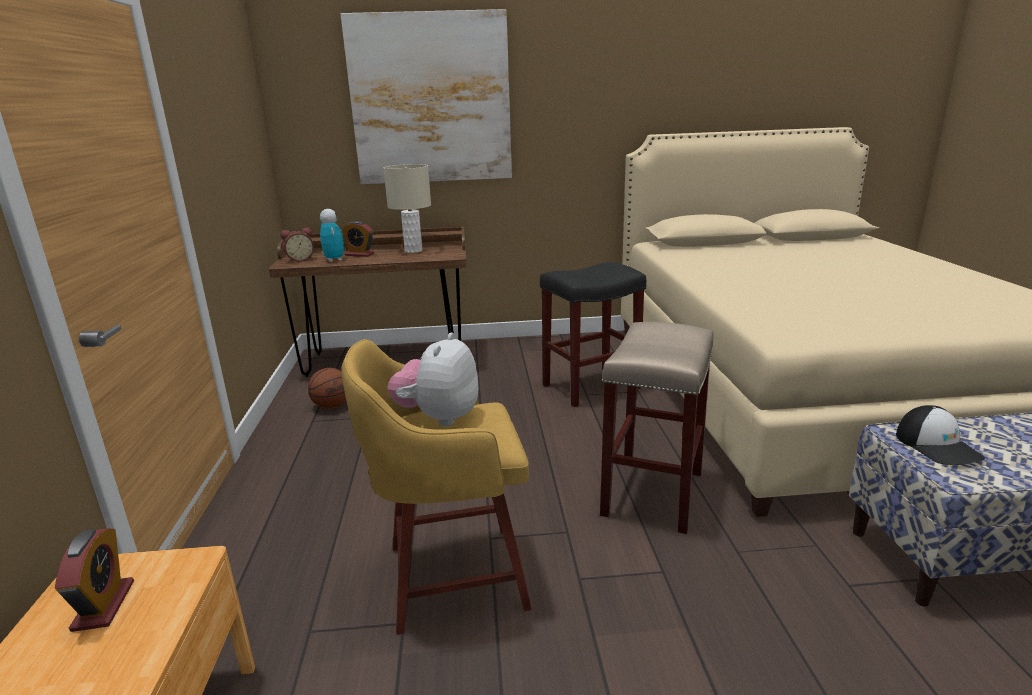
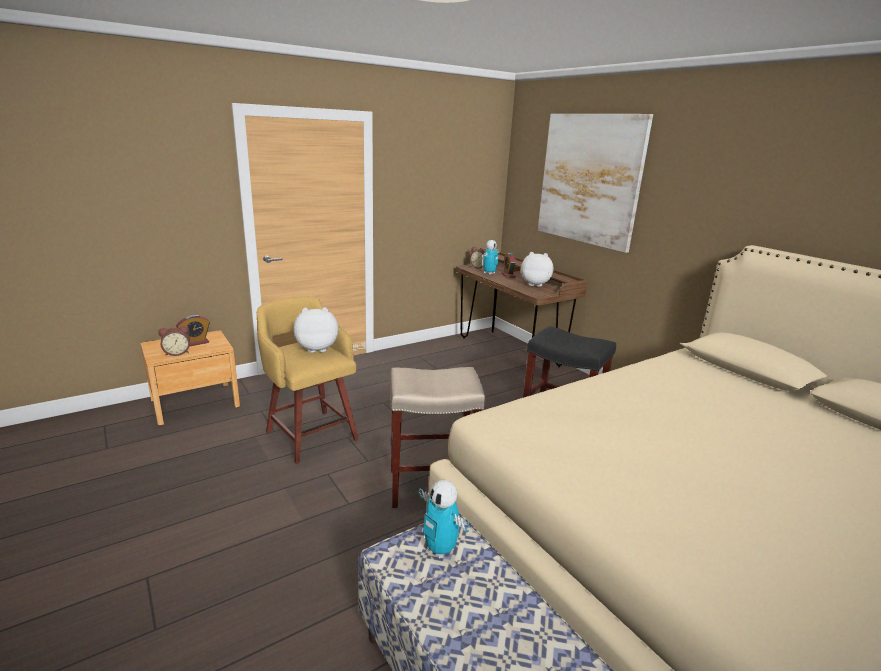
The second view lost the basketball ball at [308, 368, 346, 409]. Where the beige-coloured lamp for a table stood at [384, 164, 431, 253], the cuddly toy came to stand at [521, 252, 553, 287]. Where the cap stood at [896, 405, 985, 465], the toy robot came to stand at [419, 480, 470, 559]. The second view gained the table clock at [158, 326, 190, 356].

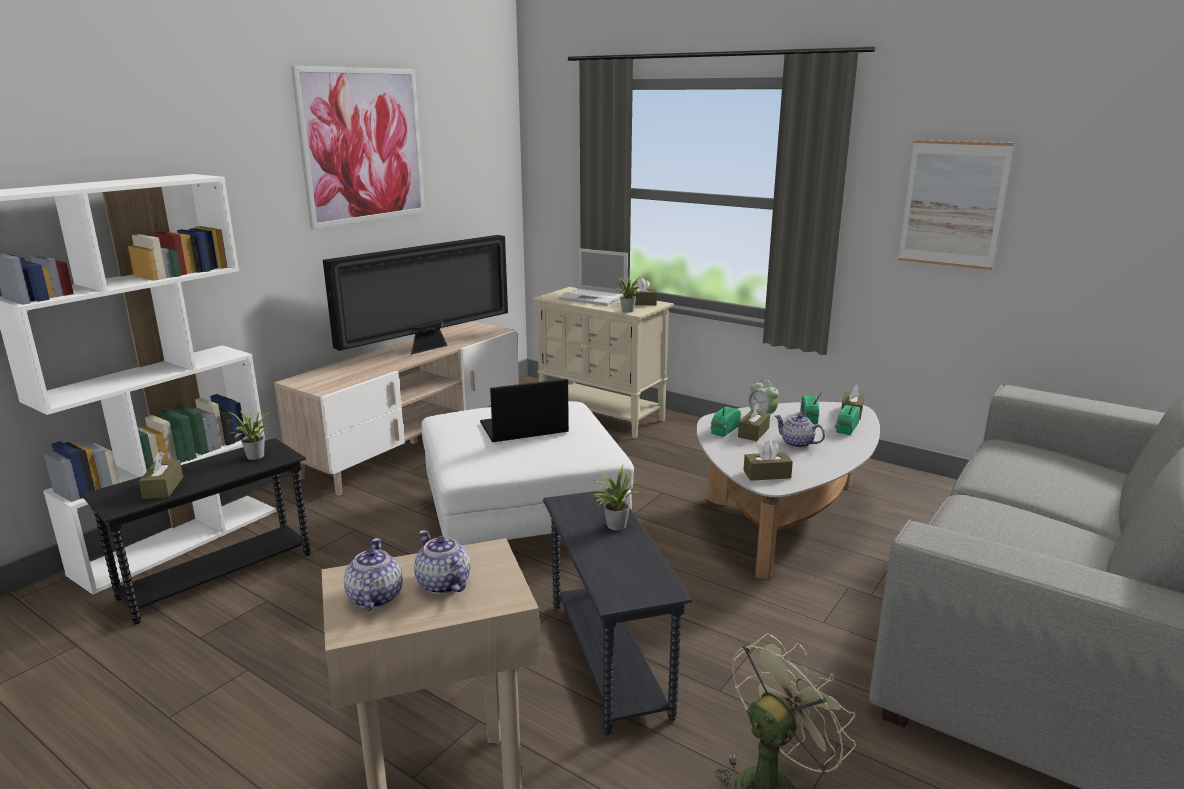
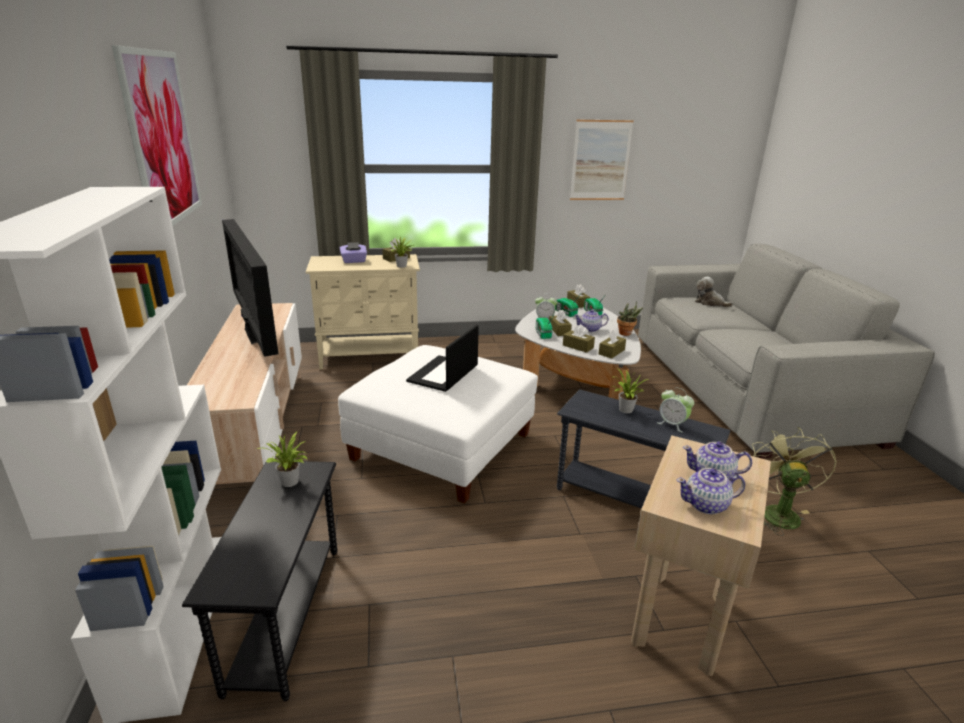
The brown tissue holder ended up elsewhere, having gone from [139, 452, 183, 499] to [563, 324, 595, 353]. The TV set at [323, 235, 508, 355] ended up facing another way, 150 degrees clockwise from before. The teapot at [344, 538, 403, 611] ended up facing another way, 45 degrees counterclockwise from before. Where the portable computer stood at [559, 248, 628, 306], the purple-coloured tissue holder came to stand at [340, 242, 367, 263]. The second view gained the plant in a pot at [617, 301, 643, 336]. The second view gained the table clock at [657, 388, 694, 433]. The second view gained the cuddly toy at [695, 276, 734, 307].

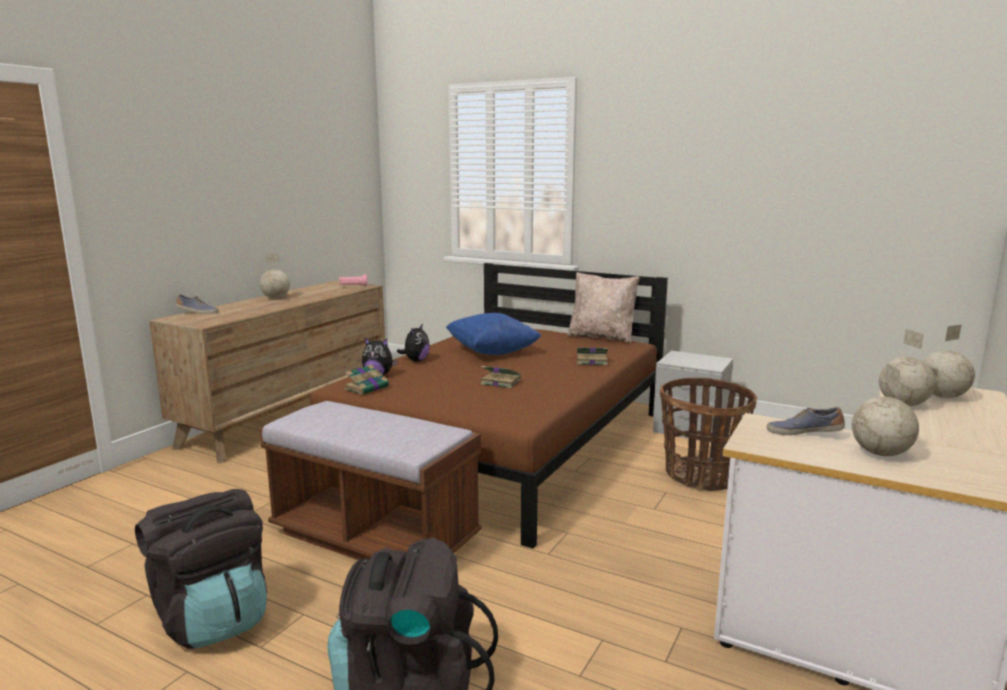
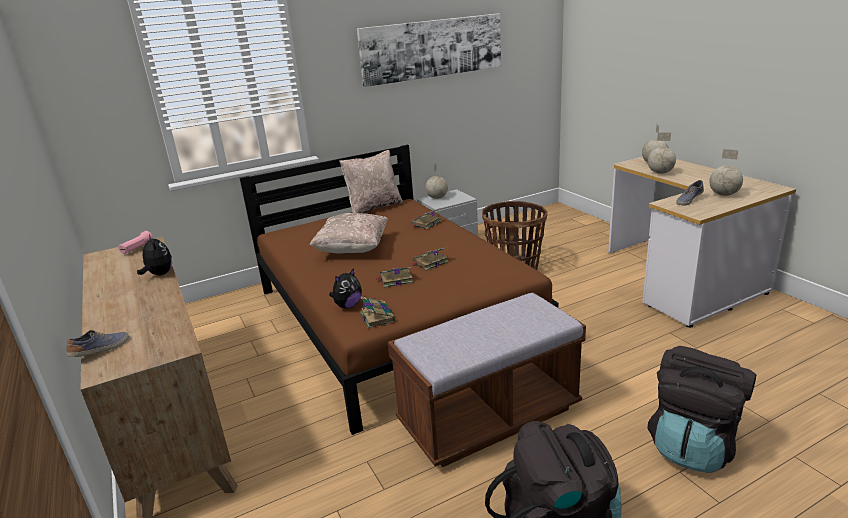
The globe ended up elsewhere, having gone from [259, 253, 290, 299] to [425, 164, 448, 199]. The cuddly toy ended up elsewhere, having gone from [397, 323, 430, 362] to [137, 234, 172, 275]. What was the blue-coloured throw pillow at [446, 313, 541, 355] turned into the beige-coloured throw pillow at [310, 213, 388, 253]. The second view gained the picture at [357, 13, 501, 87]. The second view gained the volume at [375, 267, 413, 288].

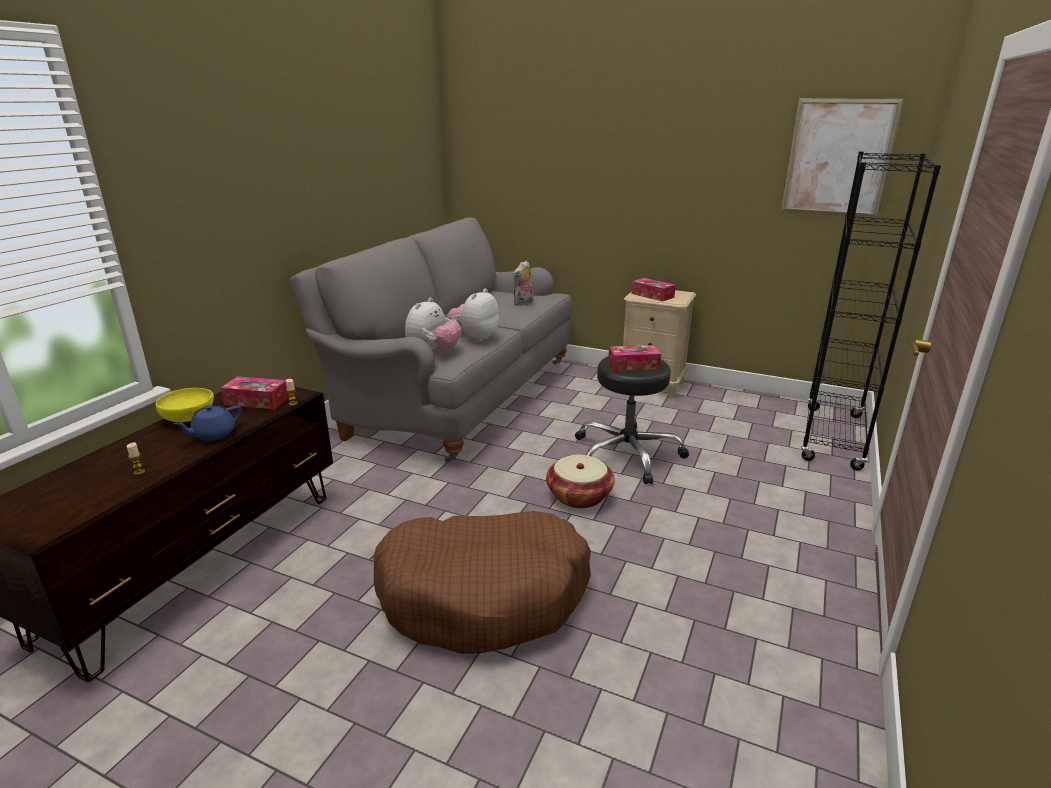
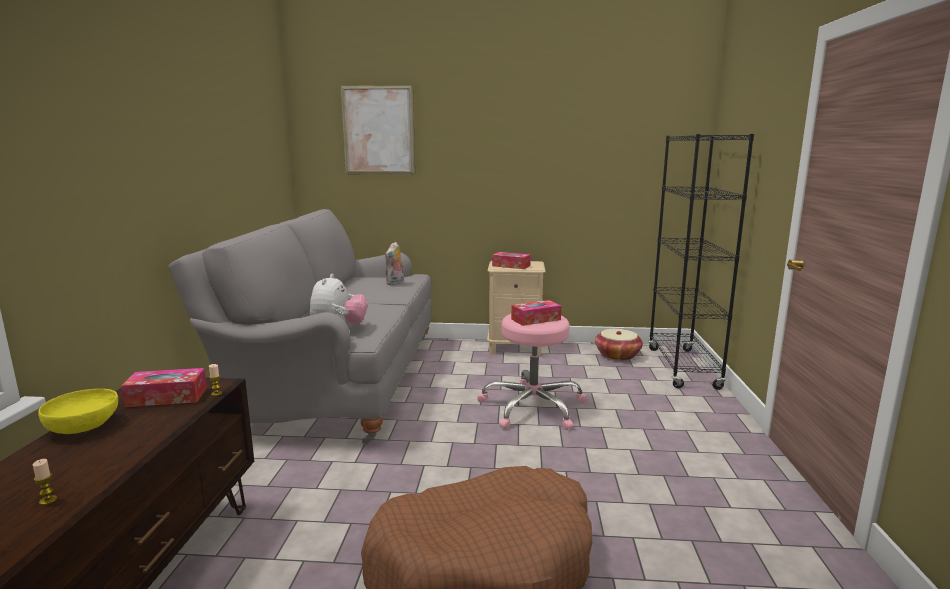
The second view lost the blue-coloured teapot at [173, 405, 242, 441]. The second view lost the cuddly toy at [447, 289, 500, 342]. The household basket ended up elsewhere, having gone from [546, 455, 615, 508] to [595, 329, 643, 361]. What was the black sitting stool at [575, 356, 689, 484] turned into the pinkish sitting stool at [477, 314, 587, 430]. The picture ended up elsewhere, having gone from [781, 98, 905, 218] to [340, 85, 415, 174].

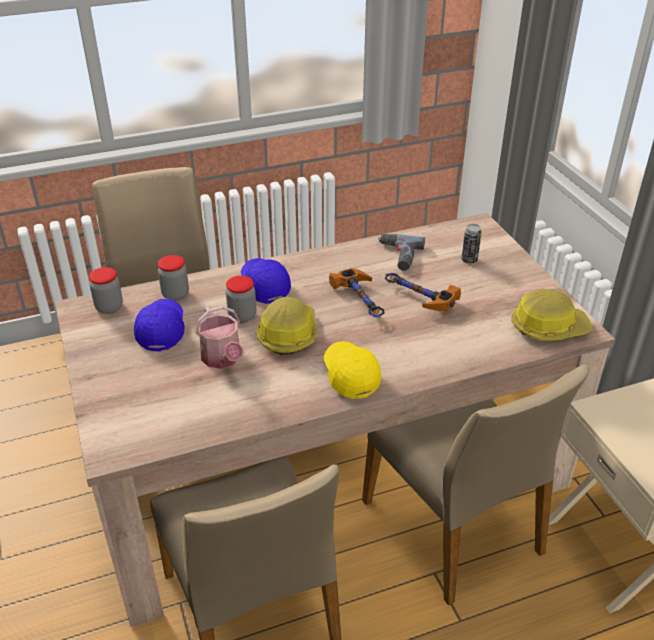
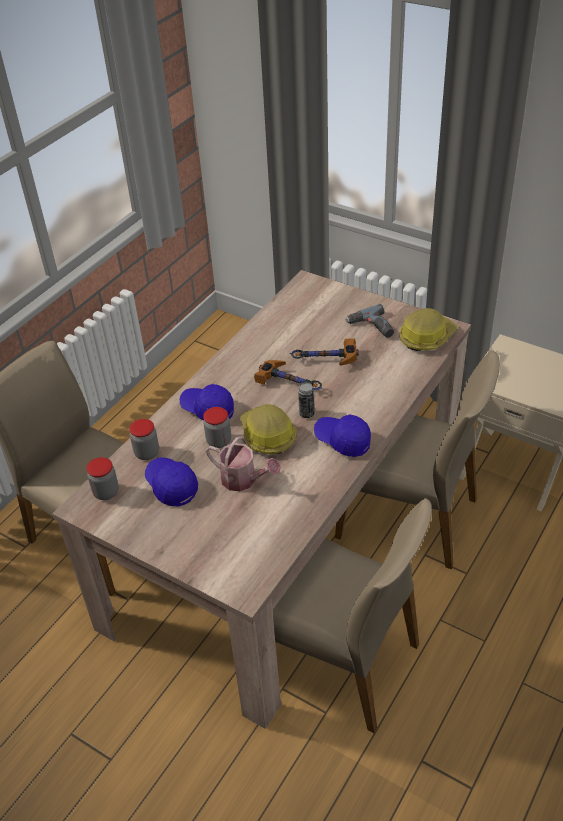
What was the yellow-coloured cap at [324, 341, 381, 399] turned into the blue-coloured cap at [314, 415, 371, 457]. The power drill ended up elsewhere, having gone from [378, 234, 425, 271] to [346, 304, 394, 338]. The sealed can ended up elsewhere, having gone from [461, 224, 482, 263] to [298, 382, 315, 418].

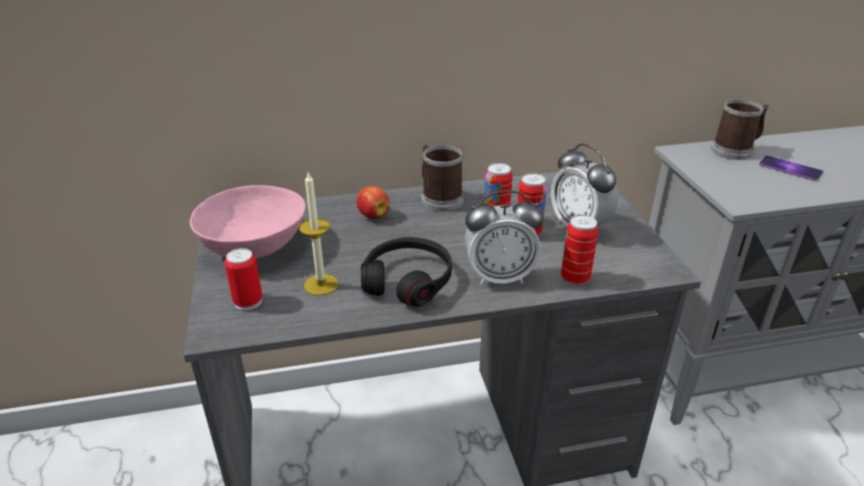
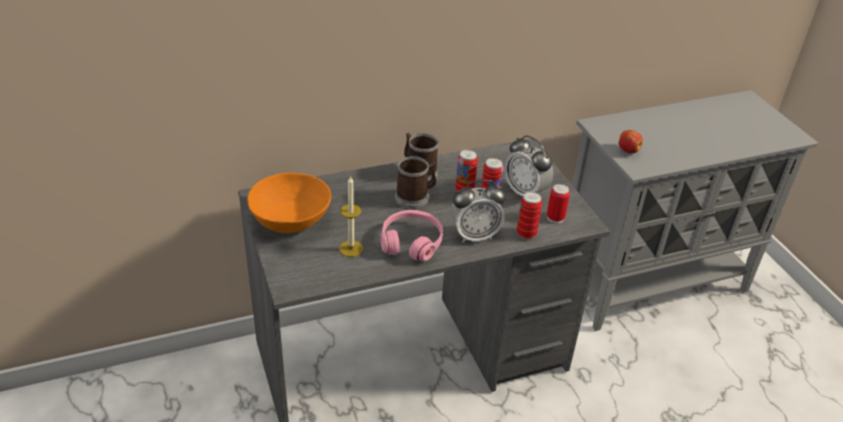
What was the pinkish serving bowl at [190, 185, 306, 258] turned into the orangey serving bowl at [247, 173, 331, 233]. The sealed can ended up elsewhere, having gone from [225, 248, 262, 310] to [547, 184, 570, 223]. The whole apple ended up elsewhere, having gone from [357, 186, 390, 219] to [619, 130, 643, 153]. What was the black headphones at [361, 237, 452, 307] turned into the pinkish headphones at [380, 210, 443, 261]. The tea mug ended up elsewhere, having gone from [711, 99, 769, 160] to [395, 156, 436, 209]. The second view lost the handset at [759, 155, 823, 181].

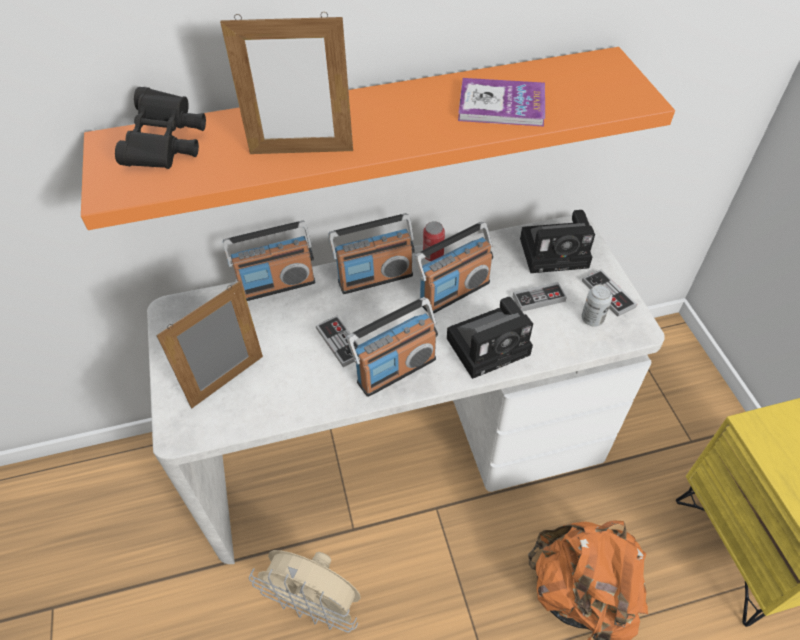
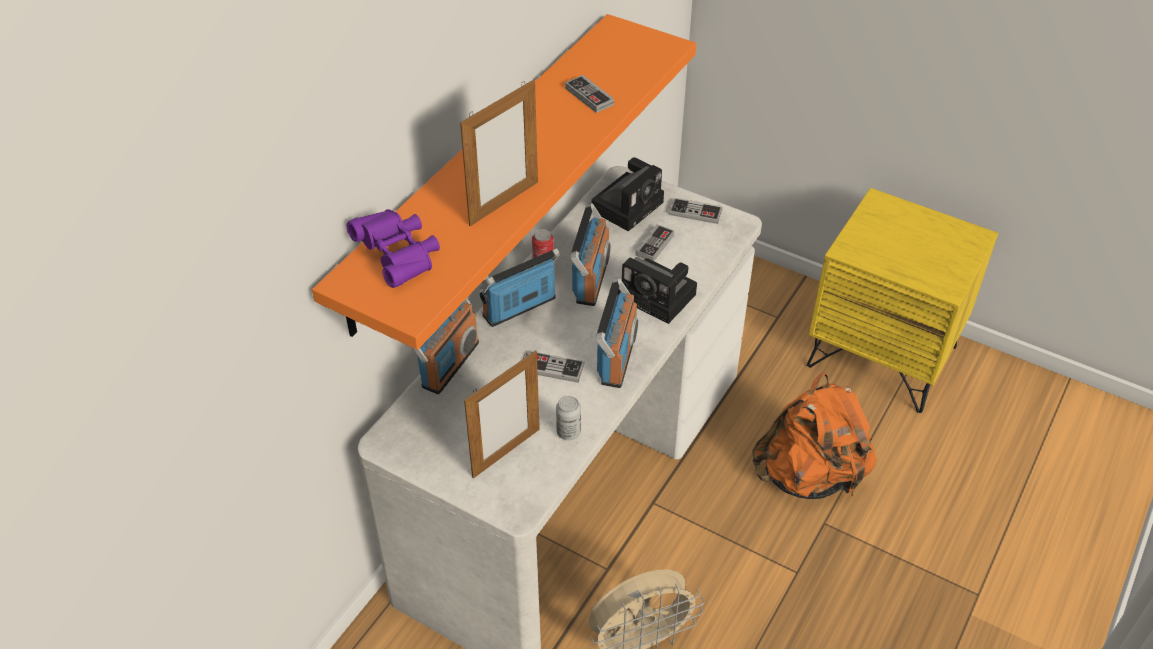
What was the black pair of binoculars at [115, 87, 206, 169] turned into the purple-coloured pair of binoculars at [346, 209, 440, 288]. The photo frame at [156, 281, 263, 408] ended up facing another way, 135 degrees counterclockwise from before. The radio set at [328, 213, 415, 294] ended up facing another way, 150 degrees counterclockwise from before. The photo camera at [447, 297, 533, 379] ended up facing another way, 105 degrees clockwise from before. Where the volume stood at [458, 78, 545, 127], the game controller came to stand at [565, 75, 614, 113]. The sealed can ended up elsewhere, having gone from [581, 284, 612, 327] to [556, 396, 581, 440].

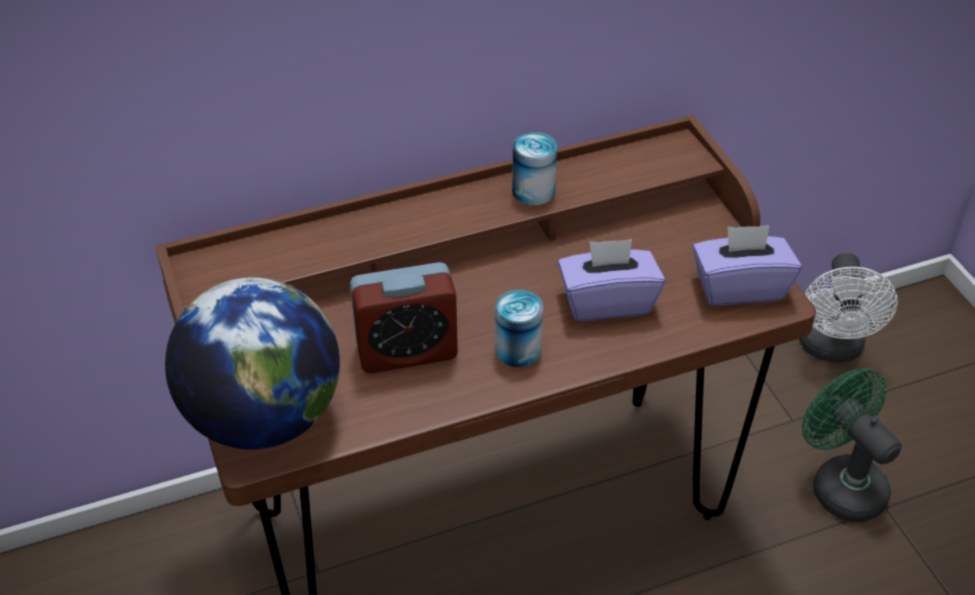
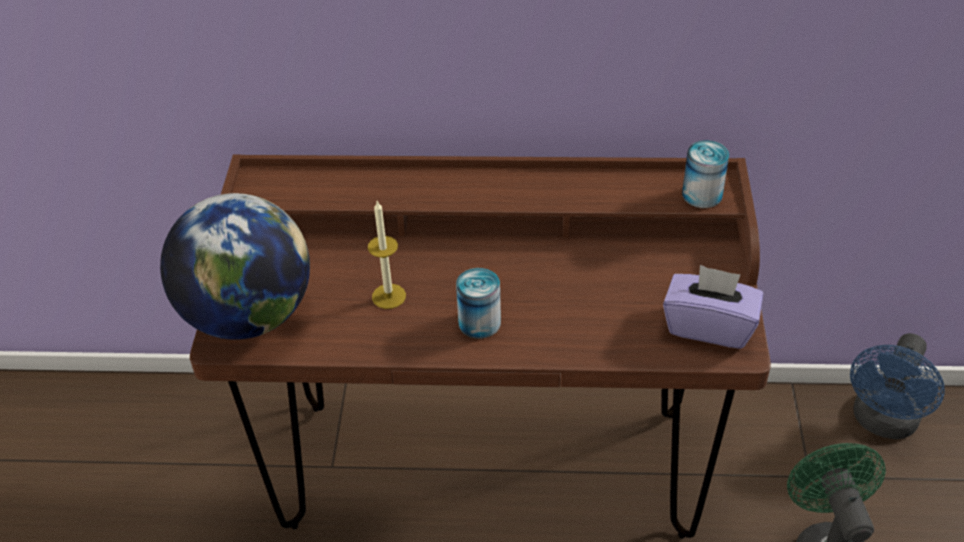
Where the table clock stood at [350, 262, 458, 373], the wax light came to stand at [368, 201, 406, 309]. The sealed can ended up elsewhere, having gone from [512, 132, 557, 205] to [682, 140, 729, 208]. The second view lost the purple-coloured tissue holder at [558, 239, 665, 321]. What was the whitish electric fan at [799, 253, 898, 362] turned into the blue-coloured electric fan at [850, 333, 945, 439].

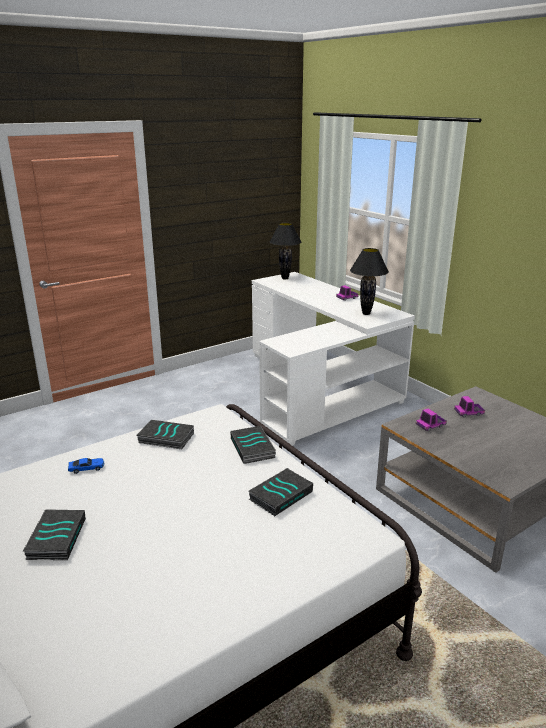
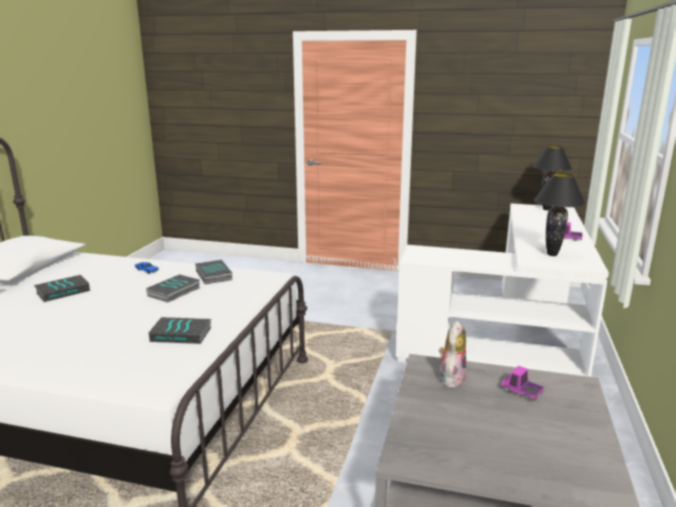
The volume ended up elsewhere, having gone from [230, 426, 276, 464] to [146, 274, 201, 302]. Where the model truck stood at [416, 409, 447, 431], the cuddly toy came to stand at [439, 321, 466, 388].

